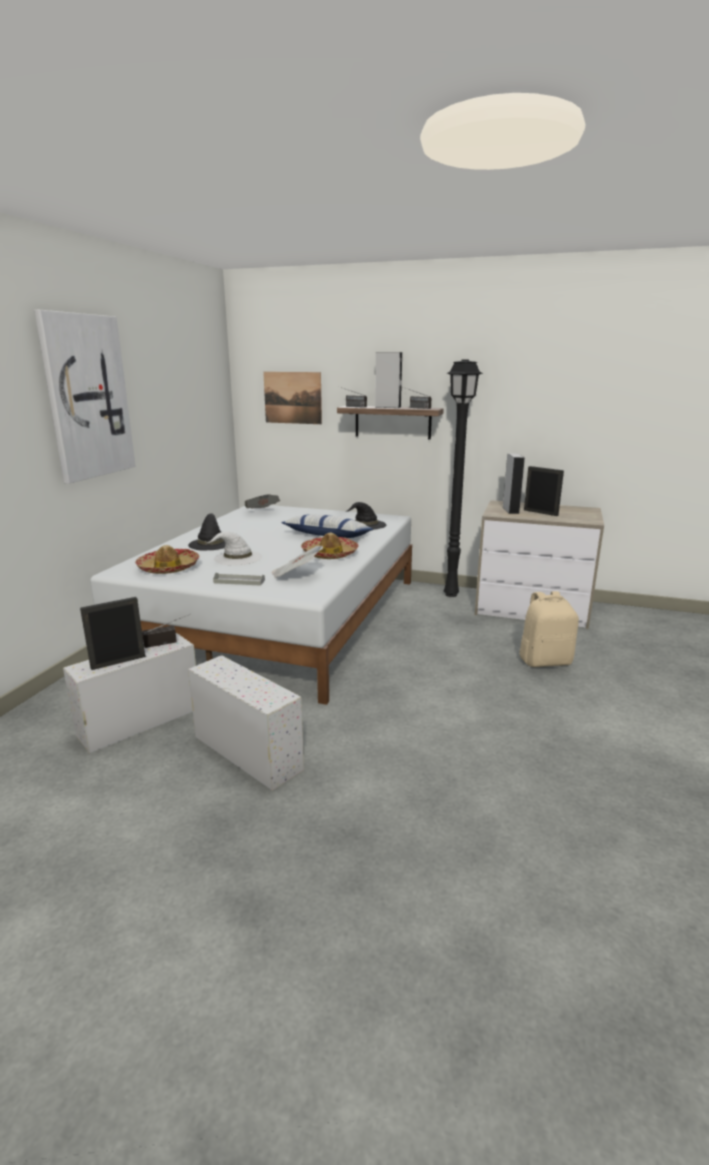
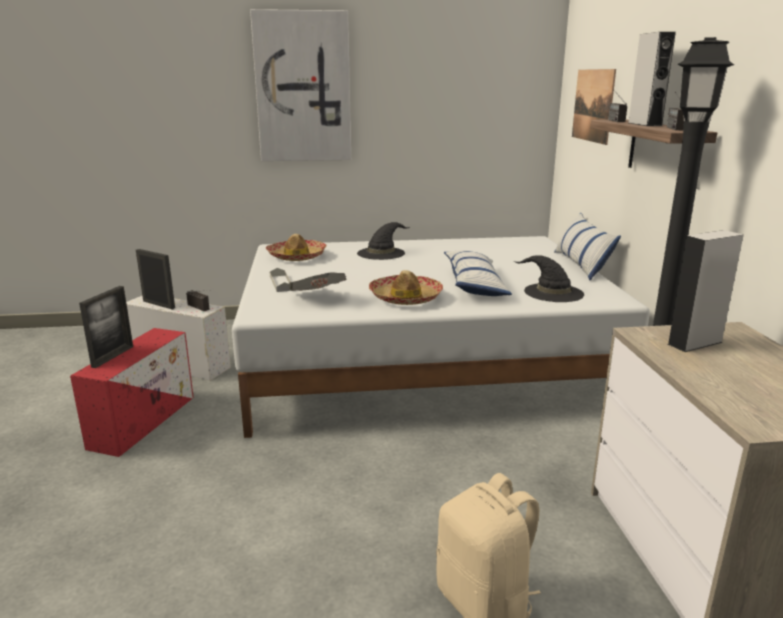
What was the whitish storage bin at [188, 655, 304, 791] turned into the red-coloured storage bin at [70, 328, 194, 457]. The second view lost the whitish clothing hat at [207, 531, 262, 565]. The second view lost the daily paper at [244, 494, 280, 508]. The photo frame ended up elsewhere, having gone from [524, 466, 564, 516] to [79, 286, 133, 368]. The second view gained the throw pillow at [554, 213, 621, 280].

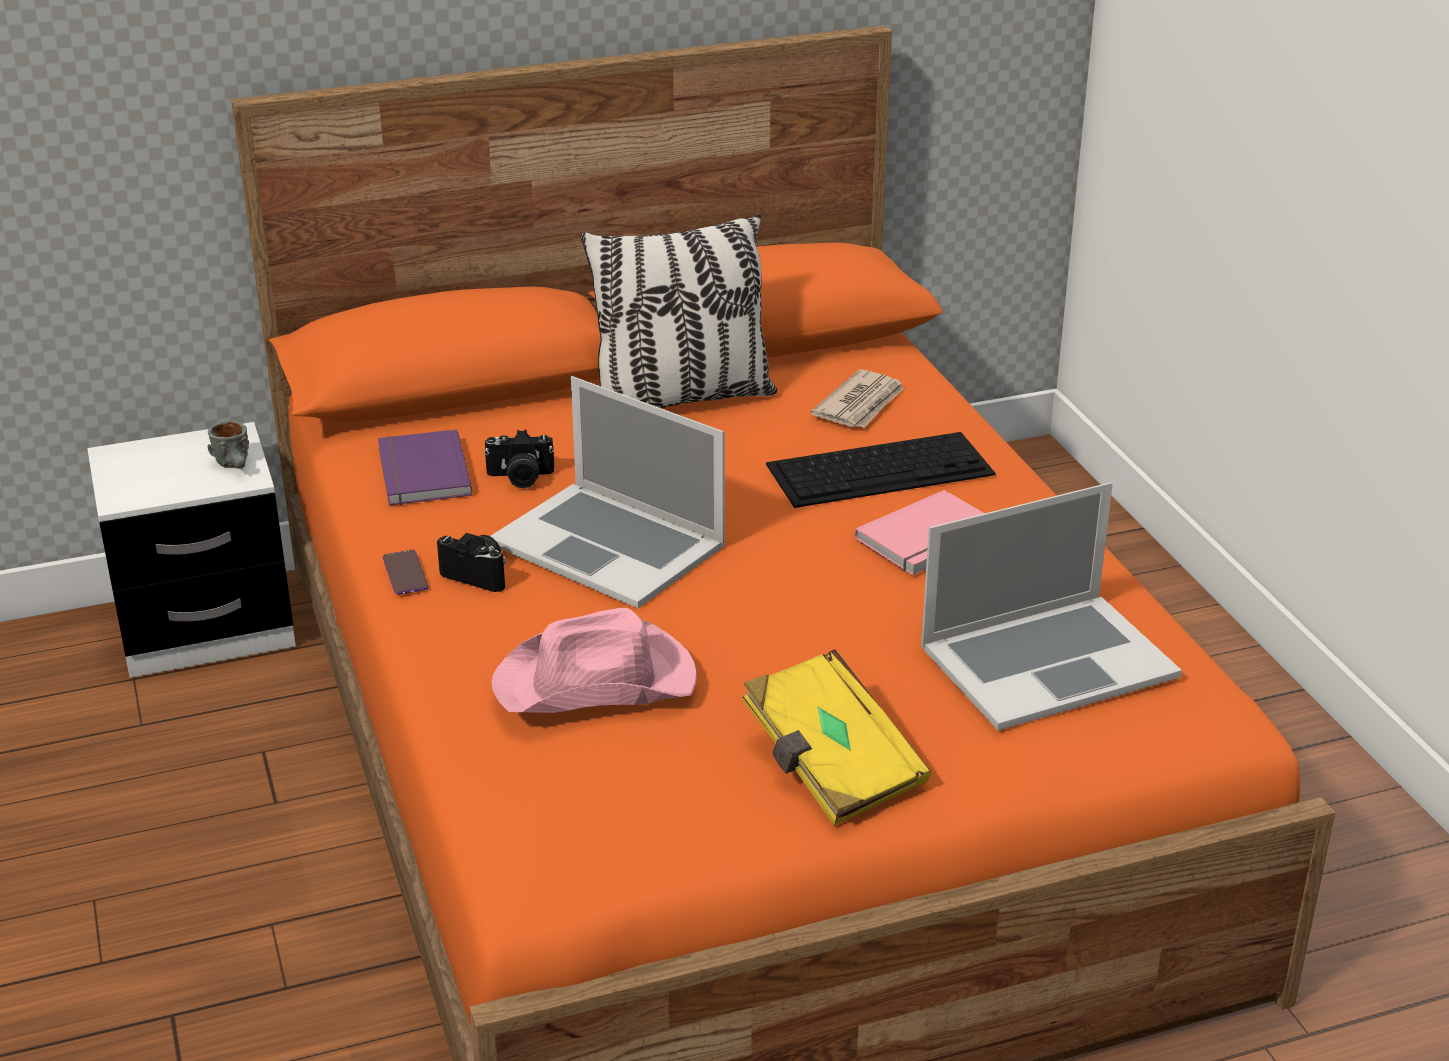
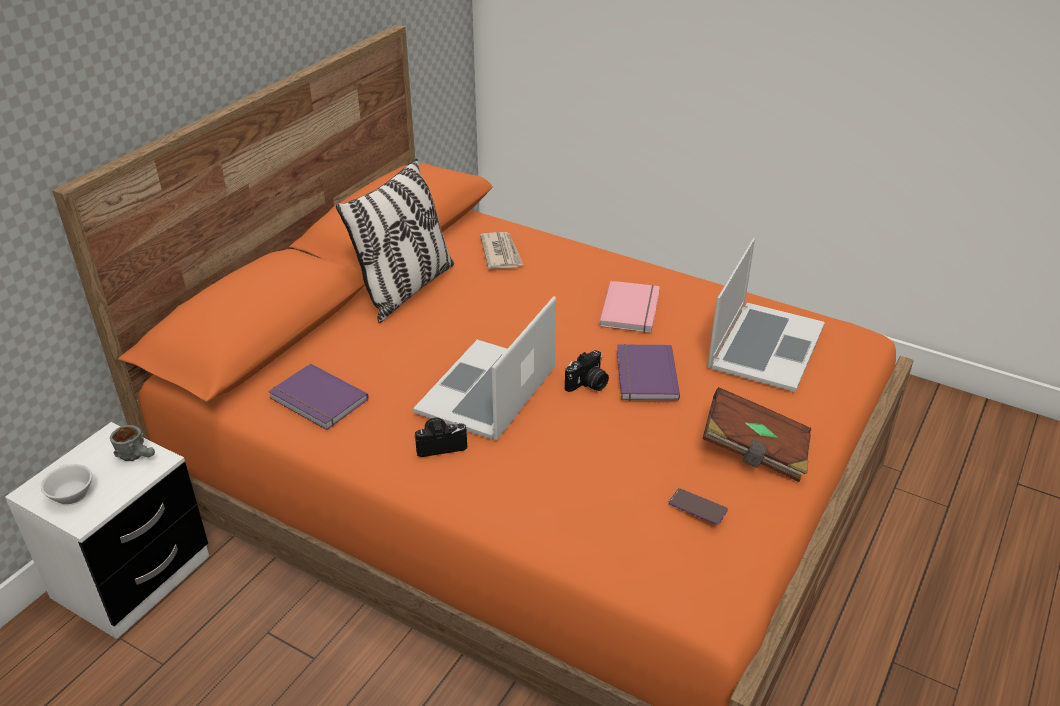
The handset ended up elsewhere, having gone from [383, 550, 428, 595] to [668, 488, 728, 525]. The photo camera ended up elsewhere, having gone from [484, 430, 554, 488] to [565, 350, 609, 392]. The portable computer at [490, 376, 725, 608] ended up facing another way, 120 degrees clockwise from before. The second view lost the pinkish clothing hat at [491, 608, 697, 713]. What was the yellow-coloured volume at [742, 649, 931, 825] turned into the brown volume at [702, 387, 811, 482]. The second view lost the keyboard at [766, 432, 996, 508]. The second view gained the whitish cup at [41, 464, 92, 505]. The second view gained the purple-coloured volume at [617, 344, 680, 401].

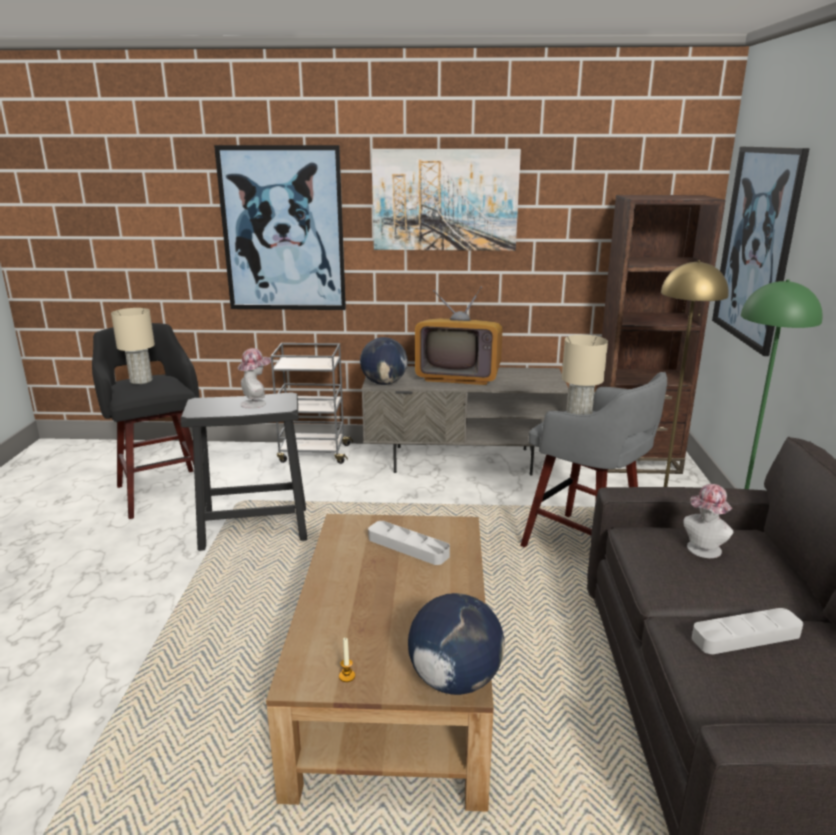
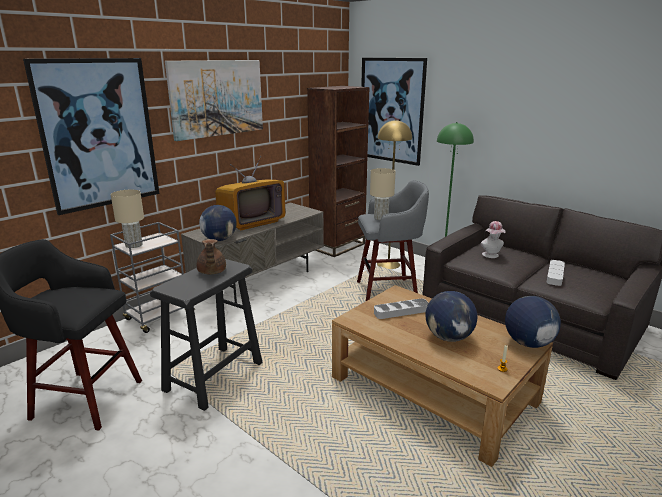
The beige-coloured lamp for a table ended up elsewhere, having gone from [111, 308, 155, 384] to [111, 190, 144, 248]. Where the clothing hat stood at [238, 348, 271, 409], the brown teapot came to stand at [197, 239, 226, 274]. The second view gained the globe at [426, 291, 477, 342].

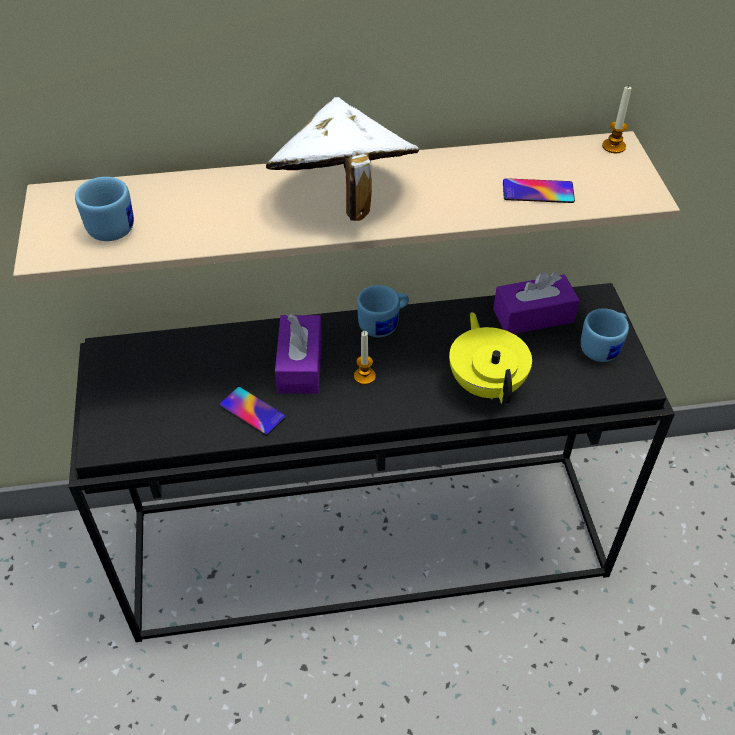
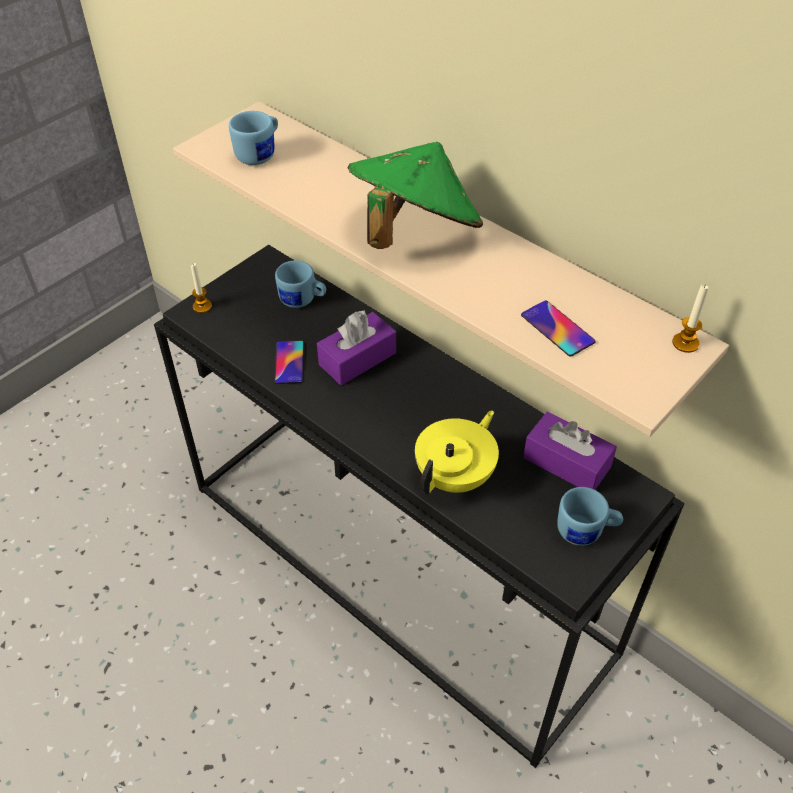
What was the whitish clothing hat at [266, 97, 419, 221] turned into the green clothing hat at [347, 142, 483, 249]. The wax light ended up elsewhere, having gone from [354, 331, 376, 385] to [191, 263, 212, 313]. The blue-coloured tea mug ended up elsewhere, having gone from [357, 285, 409, 337] to [275, 260, 326, 308].

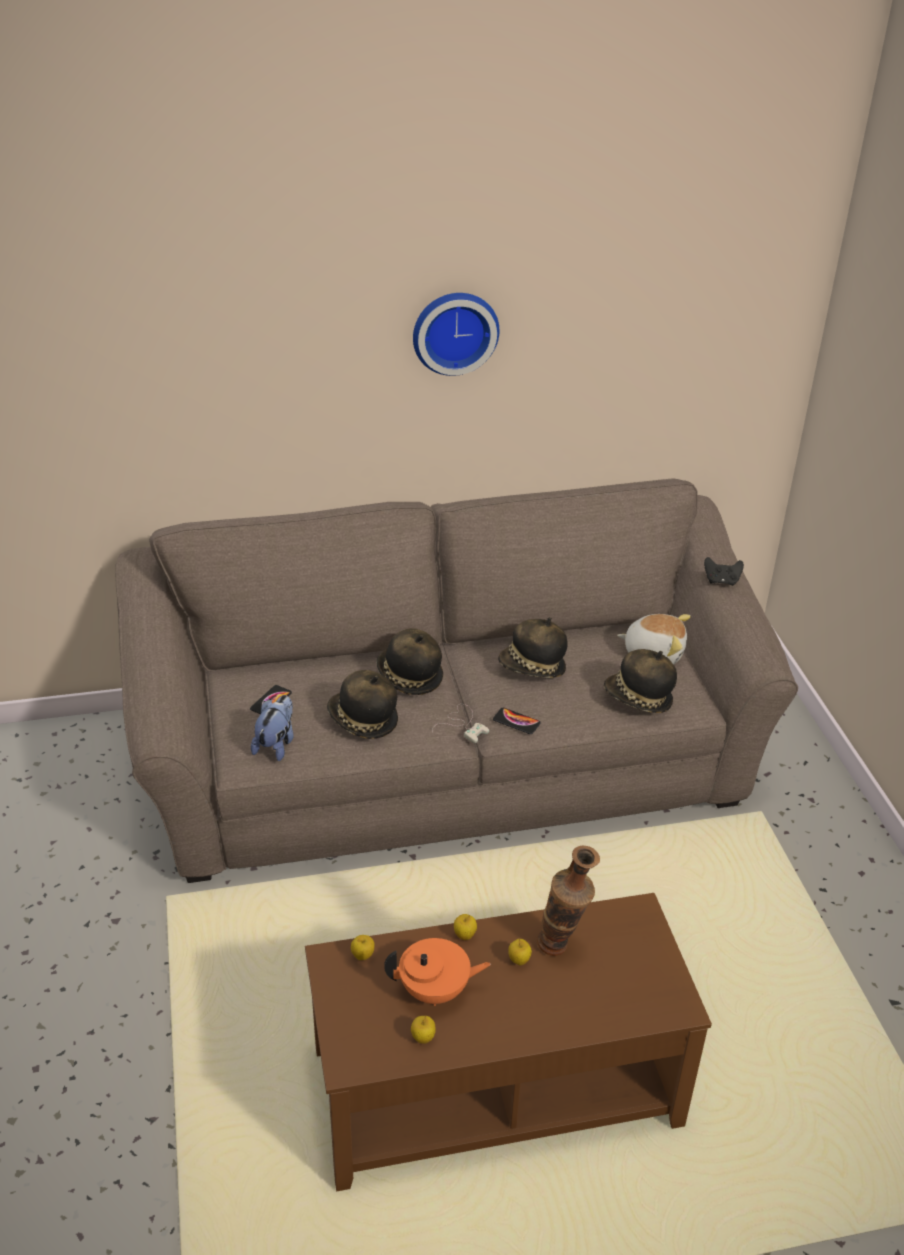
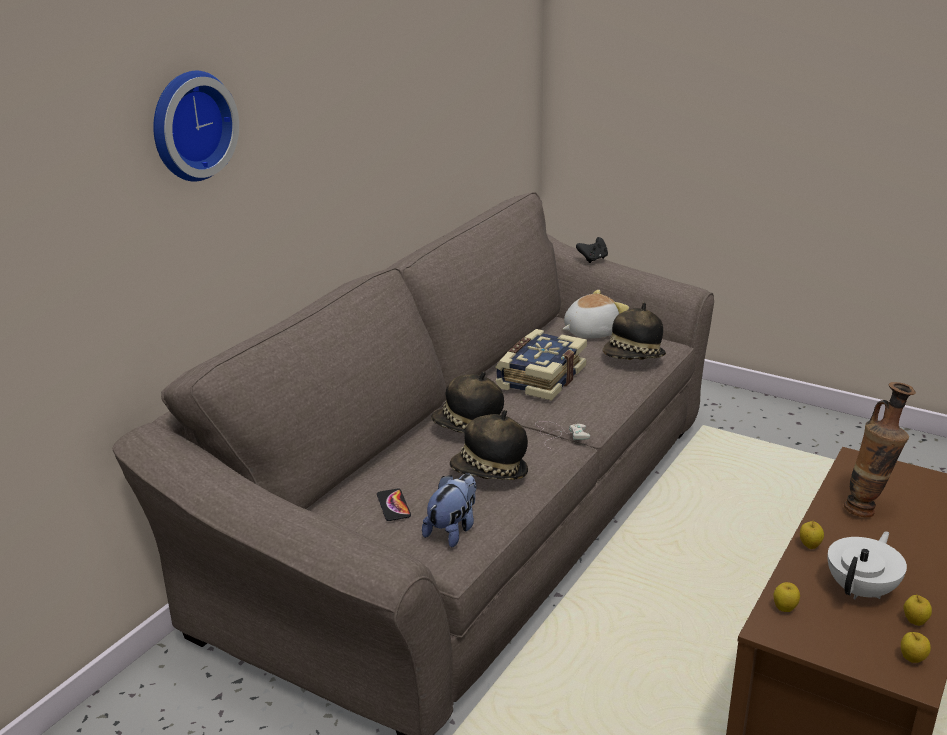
The cuddly toy at [251, 695, 294, 761] ended up facing another way, 60 degrees clockwise from before. What was the orangey teapot at [384, 938, 491, 1006] turned into the whitish teapot at [828, 531, 907, 599]. The wall clock ended up elsewhere, having gone from [413, 293, 499, 376] to [153, 71, 239, 182]. The second view lost the handset at [493, 708, 541, 734]. Where the clothing hat stood at [498, 617, 568, 678], the volume came to stand at [496, 329, 587, 401]. The whole apple ended up elsewhere, having gone from [508, 938, 532, 965] to [901, 632, 931, 663].

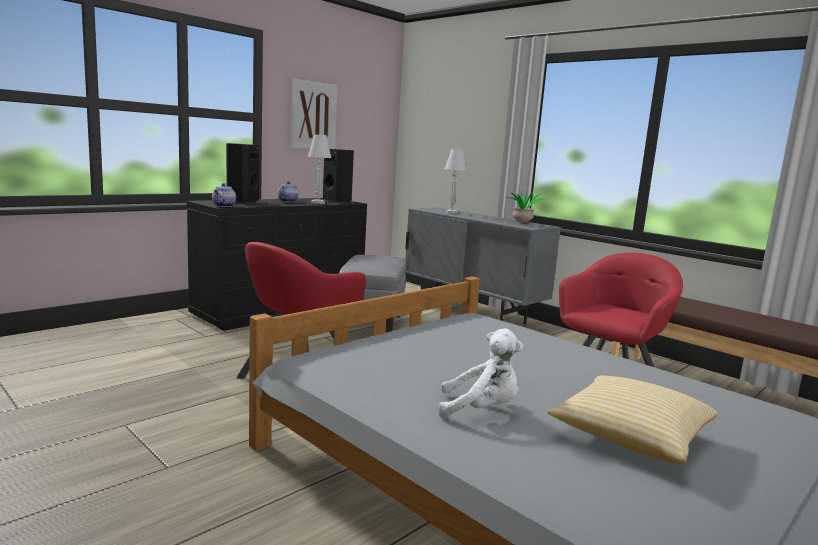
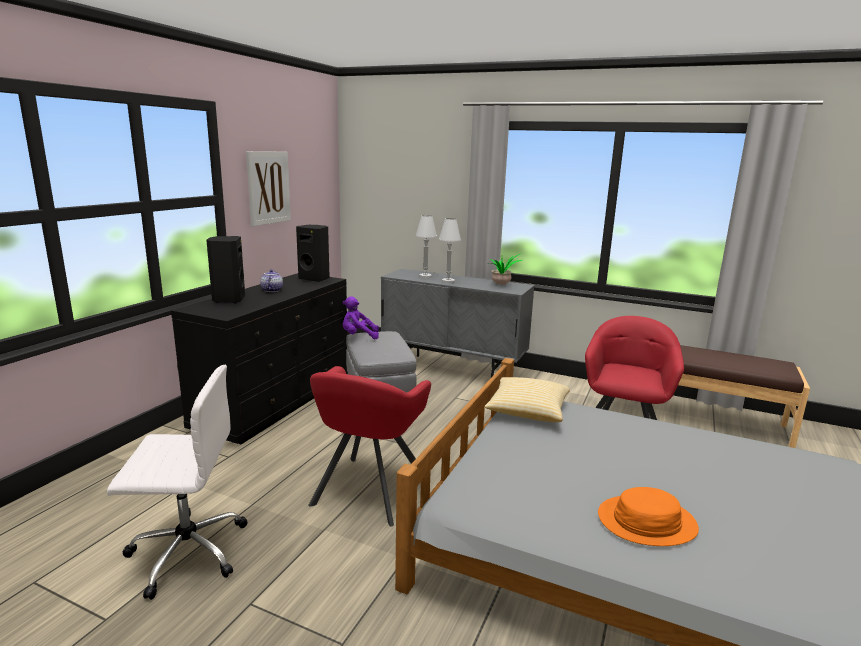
The second view lost the teapot at [212, 183, 236, 207]. The whitish lamp for a table ended up elsewhere, having gone from [308, 134, 332, 204] to [439, 218, 461, 283]. Where the whitish cuddly toy stood at [438, 329, 523, 419], the orangey clothing hat came to stand at [598, 487, 699, 546]. The throw pillow ended up elsewhere, having gone from [547, 376, 718, 464] to [484, 377, 570, 422]. The second view gained the whitish computer chair at [107, 365, 247, 600]. The second view gained the purple-coloured cuddly toy at [343, 296, 379, 339].

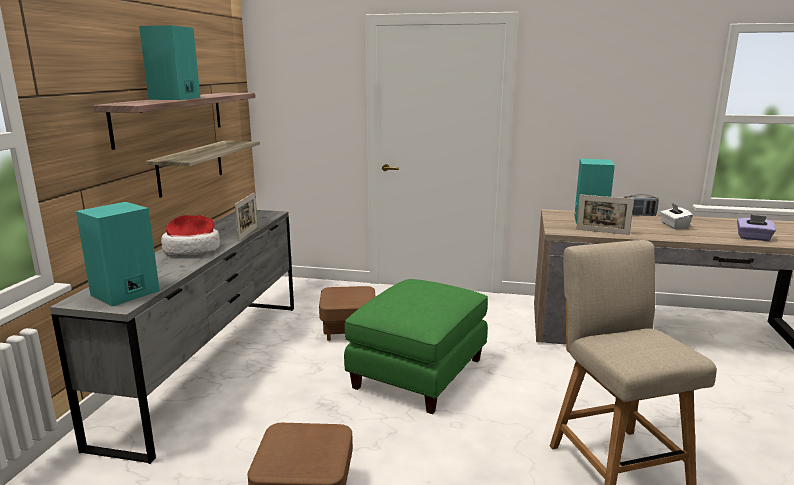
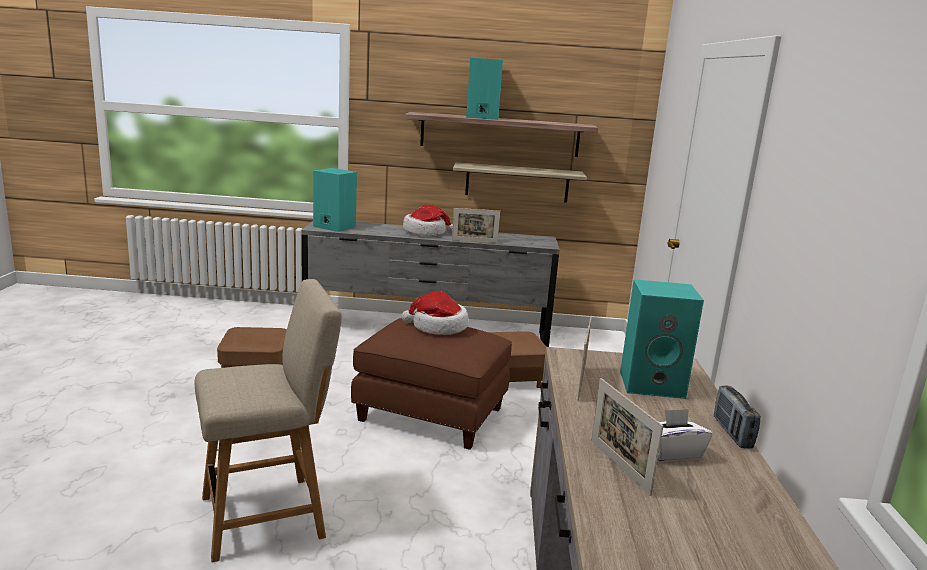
What was the green pouffe at [344, 279, 488, 414] turned into the brown pouffe at [351, 318, 512, 450]. The second view lost the purple-coloured tissue holder at [737, 215, 776, 241]. The second view gained the clothing hat at [401, 291, 469, 335]. The second view gained the photo frame at [591, 378, 663, 496].

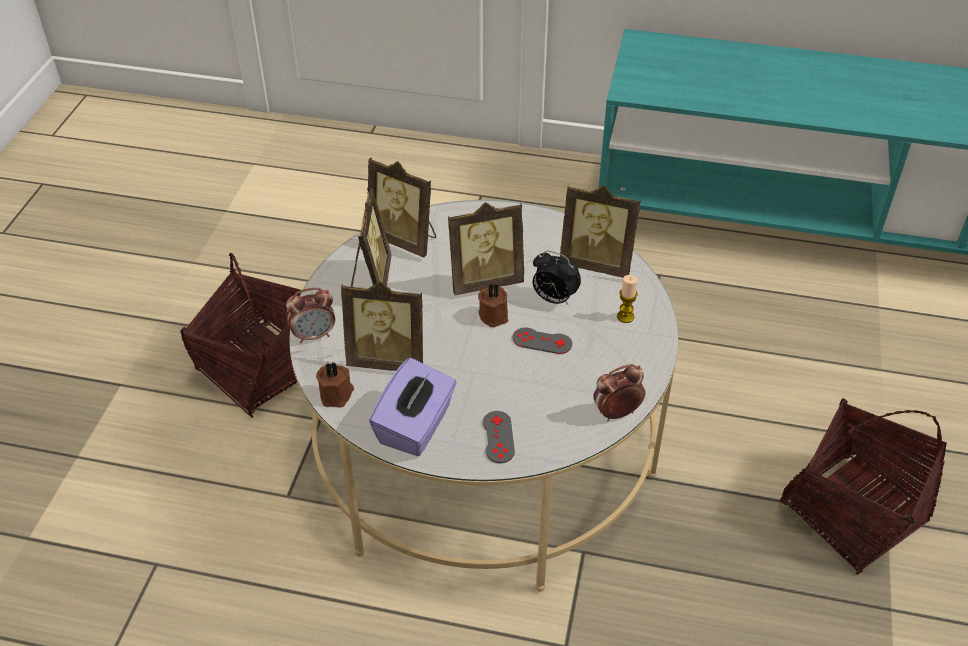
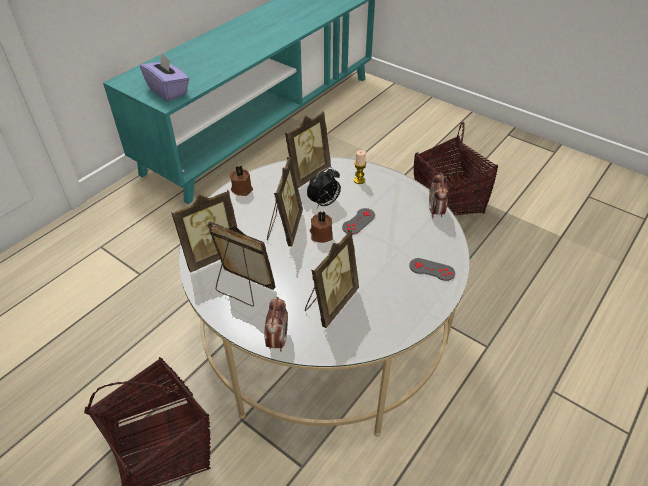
The brown wax light ended up elsewhere, having gone from [316, 362, 354, 408] to [230, 165, 253, 196]. The purple-coloured tissue holder ended up elsewhere, having gone from [369, 358, 457, 456] to [140, 53, 189, 101].

